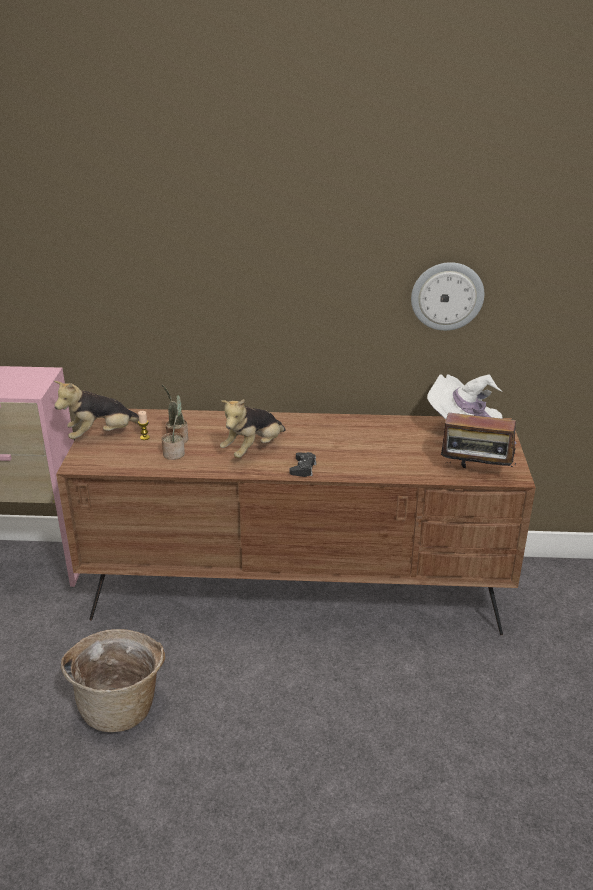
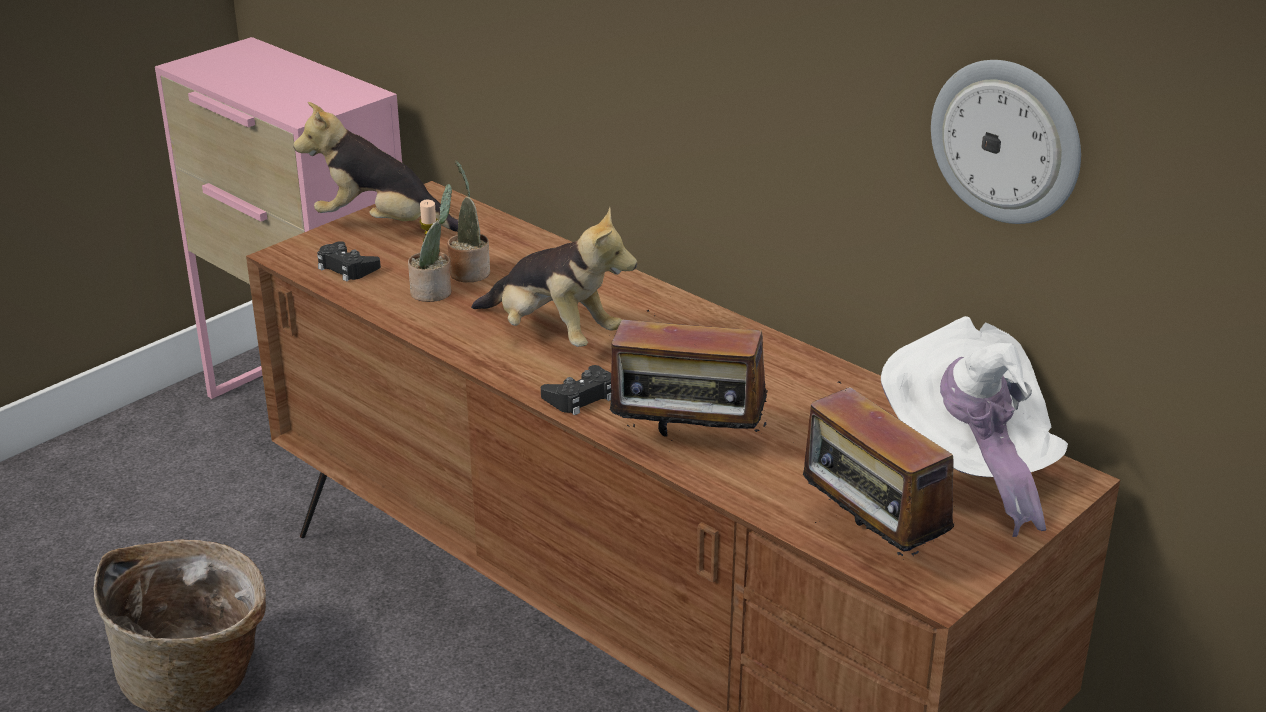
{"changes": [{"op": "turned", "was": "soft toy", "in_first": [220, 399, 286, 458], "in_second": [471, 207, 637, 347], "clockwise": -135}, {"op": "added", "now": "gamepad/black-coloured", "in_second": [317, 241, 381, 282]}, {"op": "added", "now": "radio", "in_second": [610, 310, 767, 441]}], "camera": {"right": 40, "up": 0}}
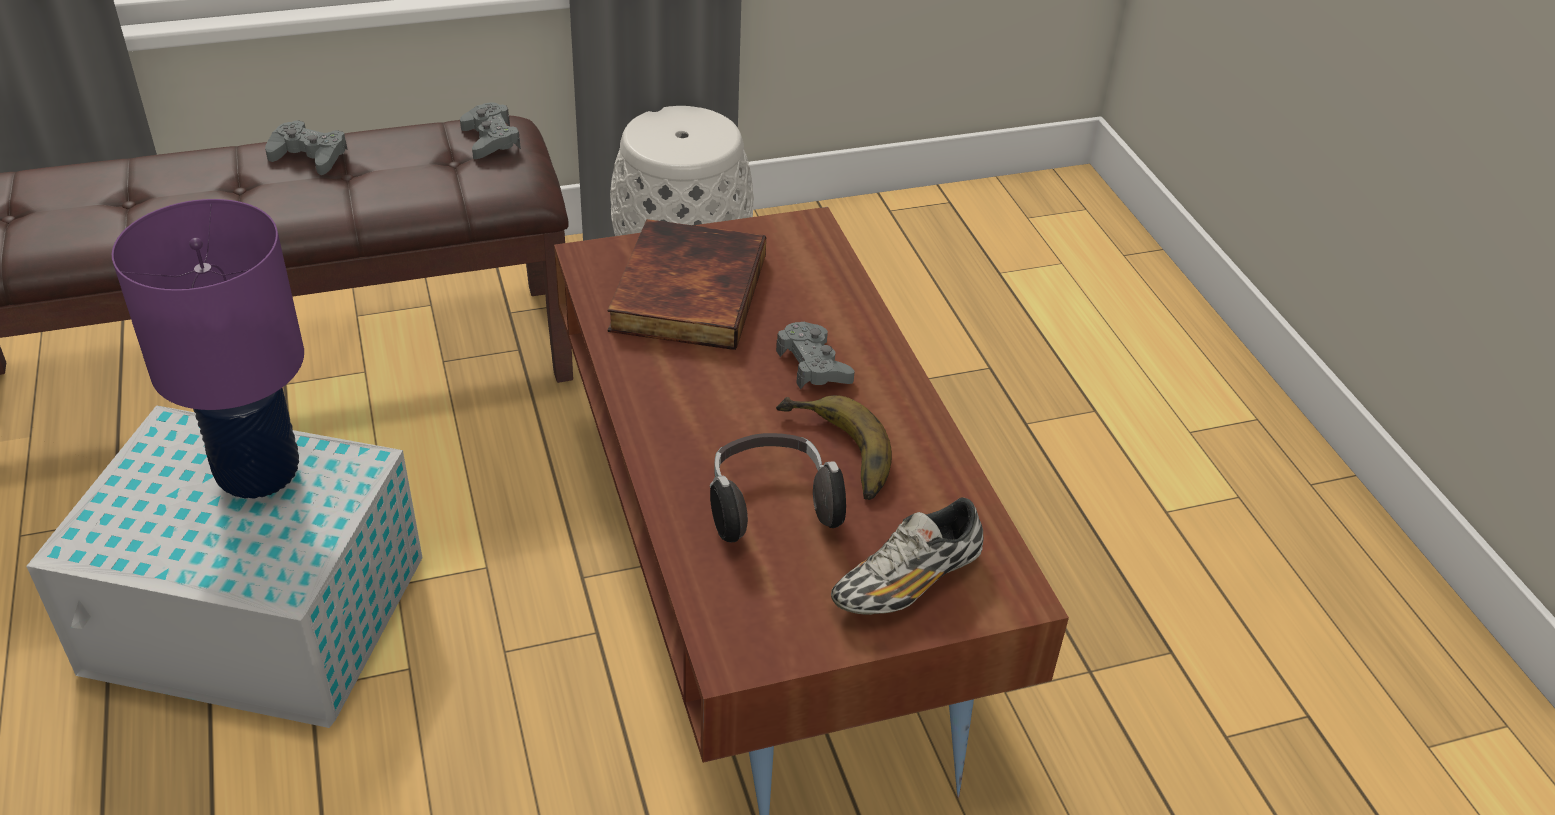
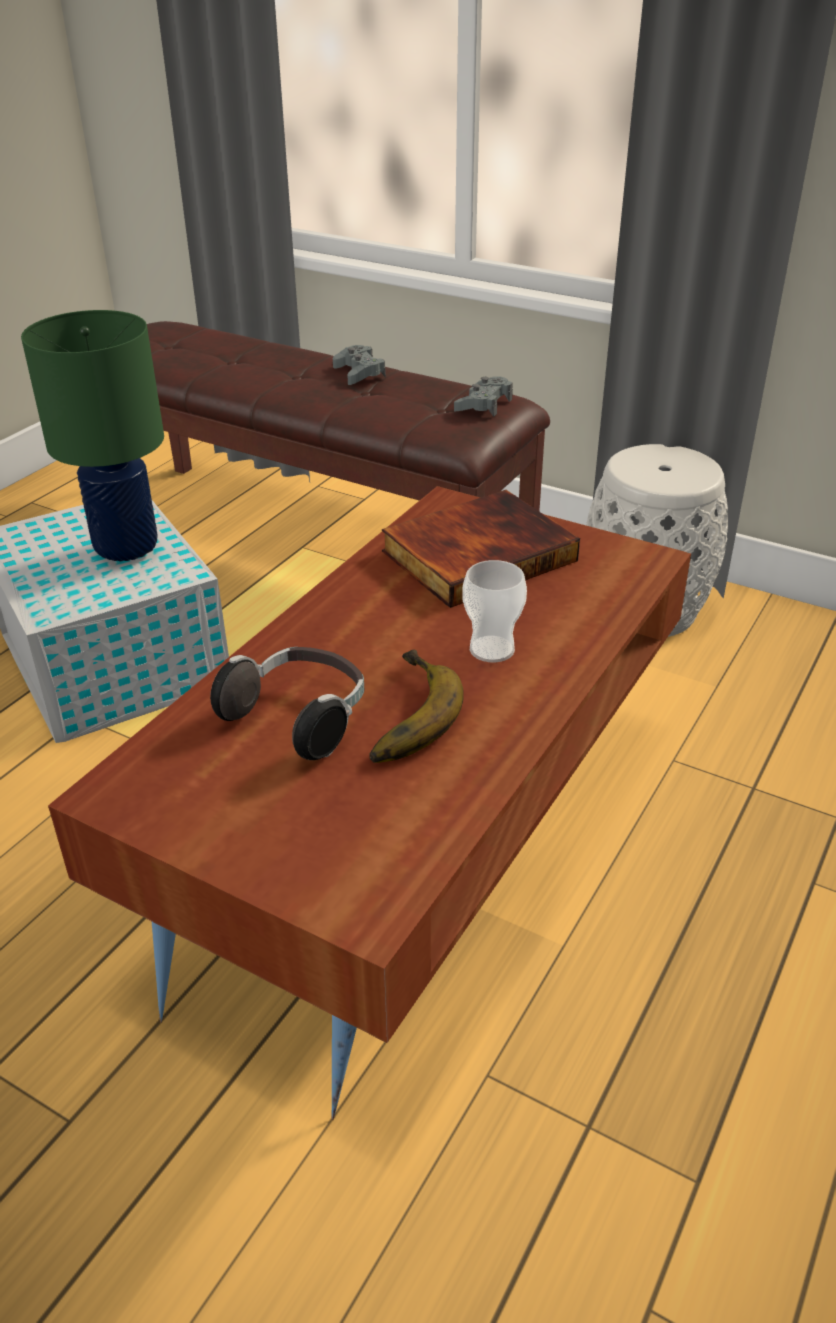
{"changes": [{"op": "recoloured", "was": "table lamp/purple", "now": "table lamp/green", "in_first": [112, 199, 304, 499], "in_second": [21, 310, 164, 561]}, {"op": "replaced", "was": "gamepad/grey", "now": "drinking cup", "in_first": [776, 322, 855, 389], "in_second": [462, 560, 527, 662]}, {"op": "removed", "was": "item of footwear", "in_first": [831, 498, 983, 615]}], "camera": {"right": 50, "up": -5}}
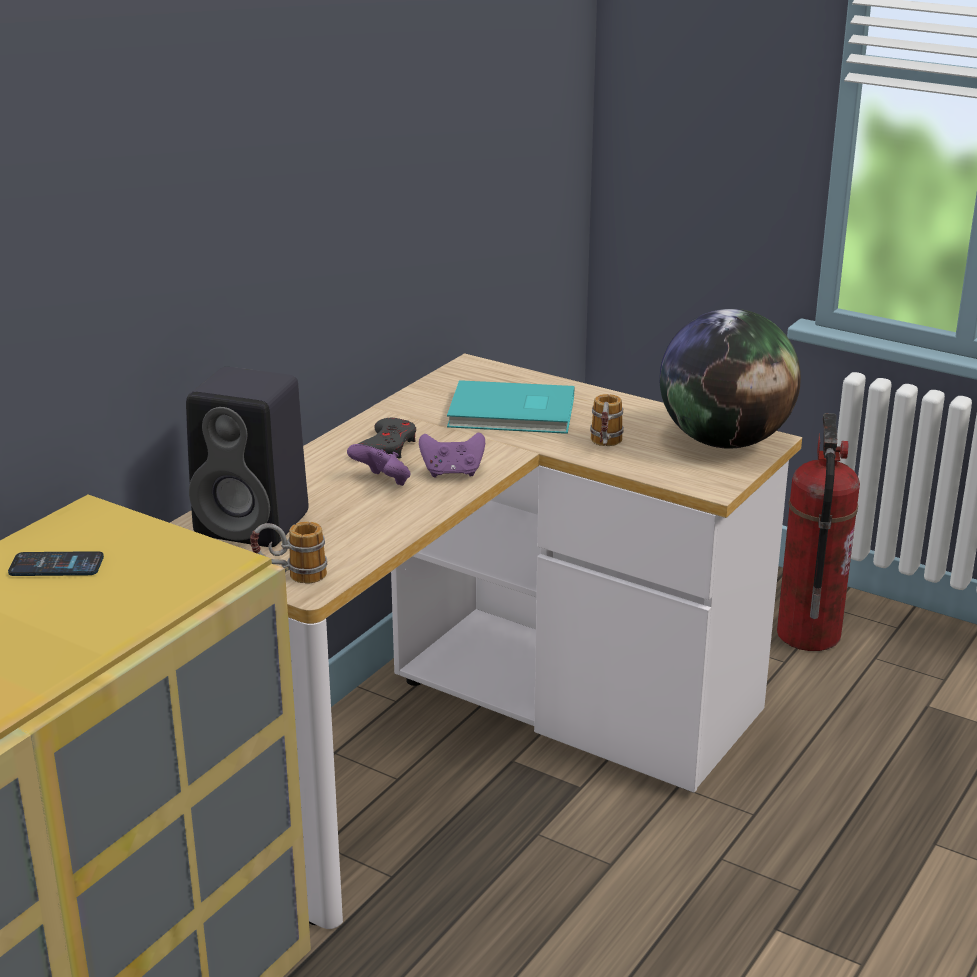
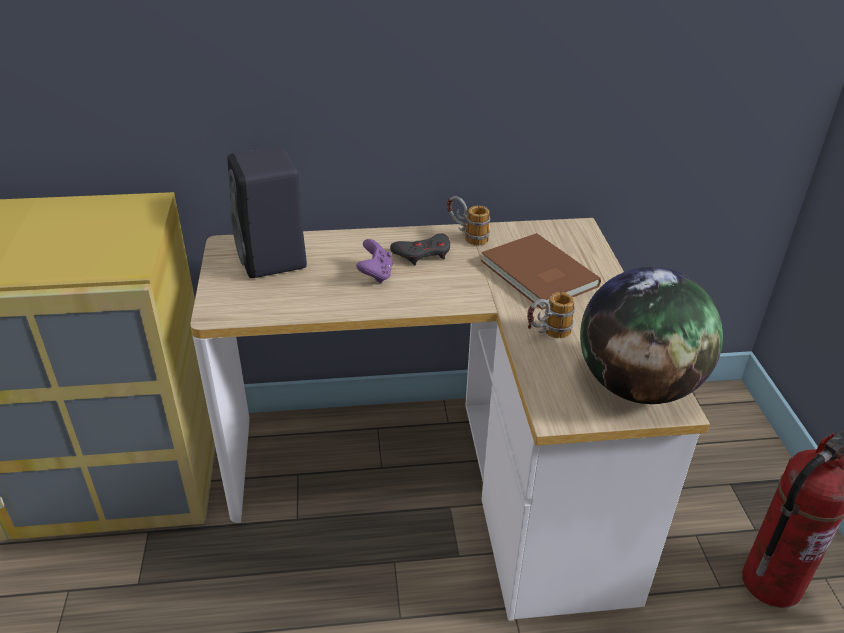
{"changes": [{"op": "recoloured", "was": "volume/turquoise-coloured", "now": "volume/brown", "in_first": [447, 380, 574, 434], "in_second": [481, 233, 601, 310]}, {"op": "removed", "was": "gamepad/purple", "in_first": [419, 433, 485, 477]}, {"op": "moved", "was": "tea mug", "in_first": [250, 521, 327, 584], "in_second": [447, 196, 490, 245]}, {"op": "removed", "was": "handset", "in_first": [8, 551, 104, 576]}], "camera": {"right": 50, "up": 10}}
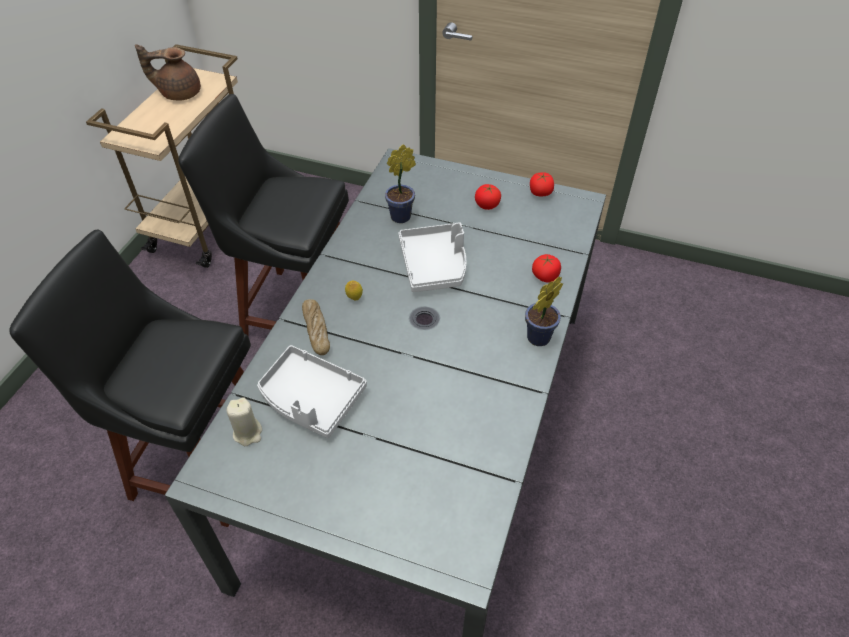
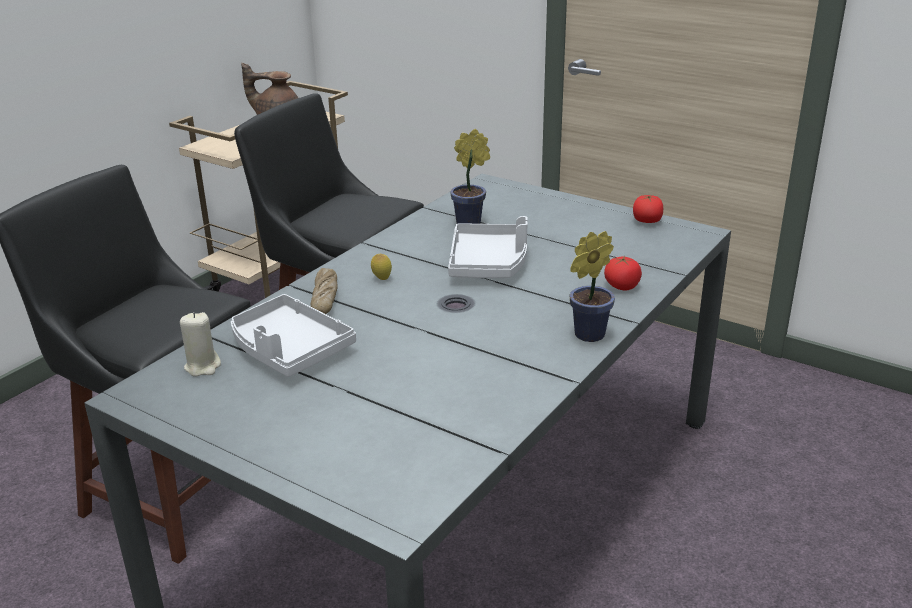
{"changes": [{"op": "removed", "was": "whole tomato", "in_first": [475, 184, 501, 210]}], "camera": {"right": 15, "up": -20}}
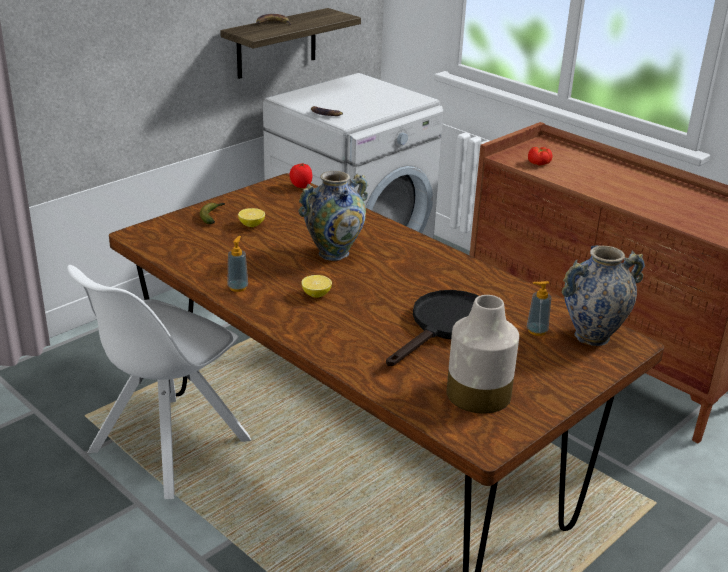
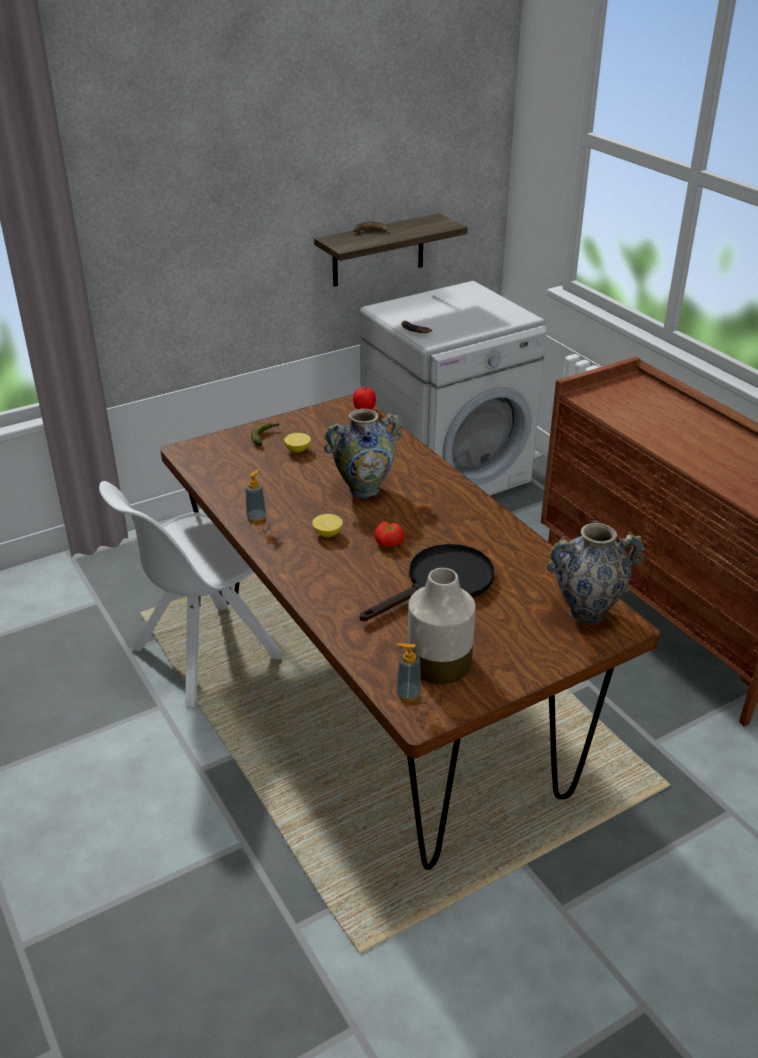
{"changes": [{"op": "moved", "was": "whole tomato", "in_first": [528, 147, 552, 166], "in_second": [374, 522, 405, 547]}, {"op": "moved", "was": "soap bottle", "in_first": [527, 281, 551, 336], "in_second": [396, 643, 421, 701]}], "camera": {"right": 15, "up": 5}}
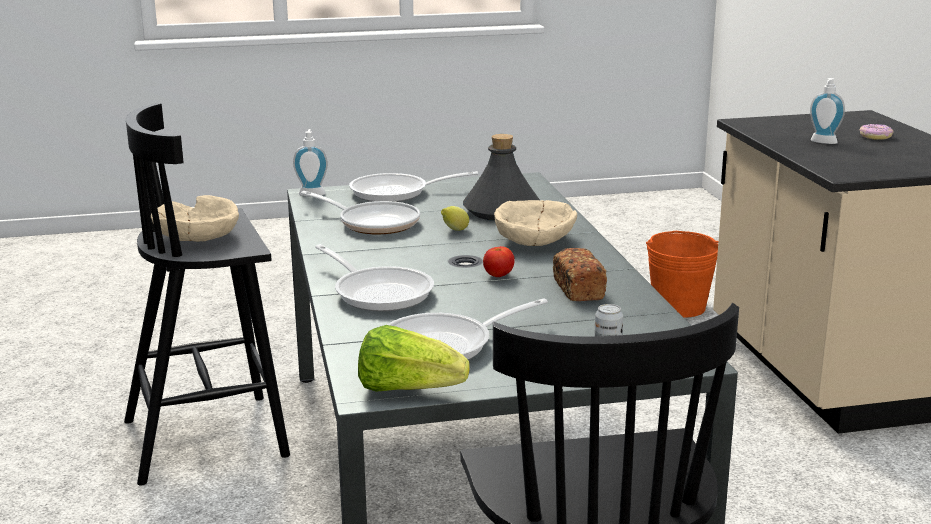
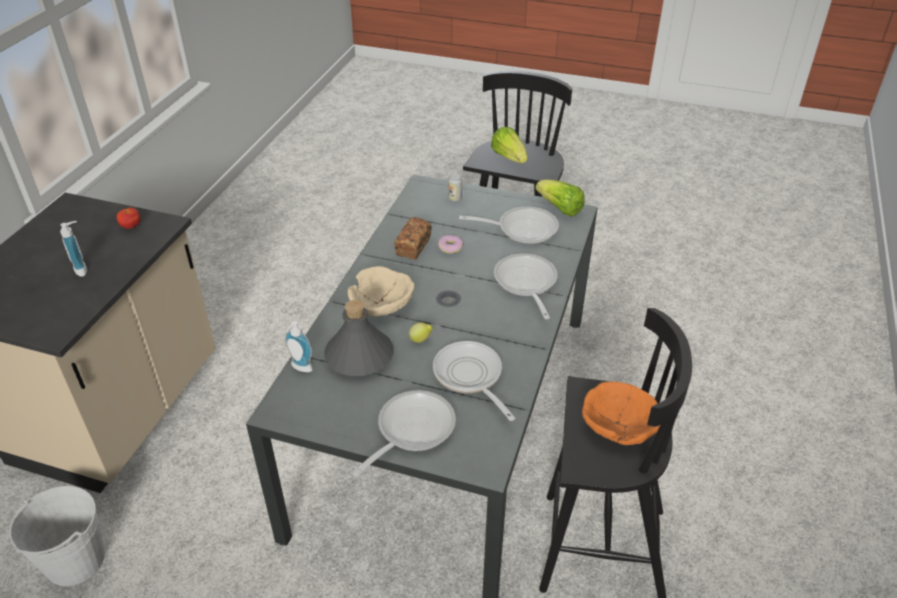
{"changes": [{"op": "moved", "was": "ring doughnut", "in_first": [860, 124, 894, 140], "in_second": [438, 235, 464, 254]}, {"op": "moved", "was": "soap bottle", "in_first": [293, 129, 328, 196], "in_second": [285, 321, 313, 372]}, {"op": "turned", "was": "pan", "in_first": [349, 171, 478, 202], "in_second": [352, 390, 456, 476], "clockwise": -75}, {"op": "recoloured", "was": "deep dish/beige", "now": "deep dish/orange-coloured", "in_first": [151, 195, 239, 242], "in_second": [582, 382, 660, 445]}, {"op": "recoloured", "was": "bucket/orange-coloured", "now": "bucket/white", "in_first": [646, 231, 718, 318], "in_second": [9, 486, 105, 586]}, {"op": "moved", "was": "whole tomato", "in_first": [483, 246, 515, 277], "in_second": [117, 208, 140, 229]}, {"op": "added", "now": "lettuce head", "in_second": [491, 127, 528, 163]}], "camera": {"right": -150, "up": 20}}
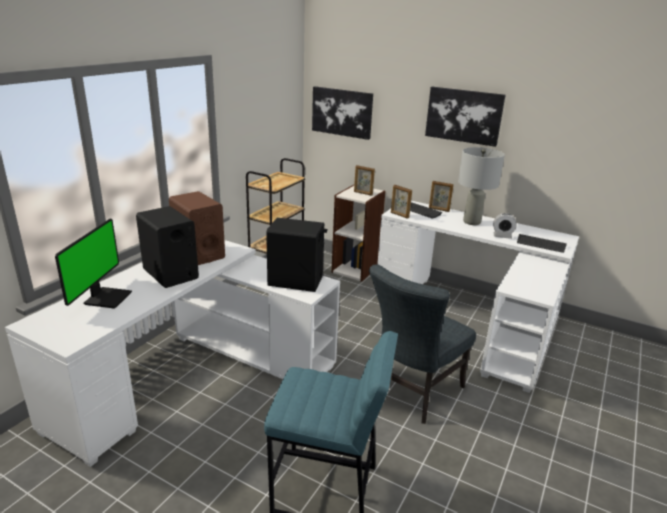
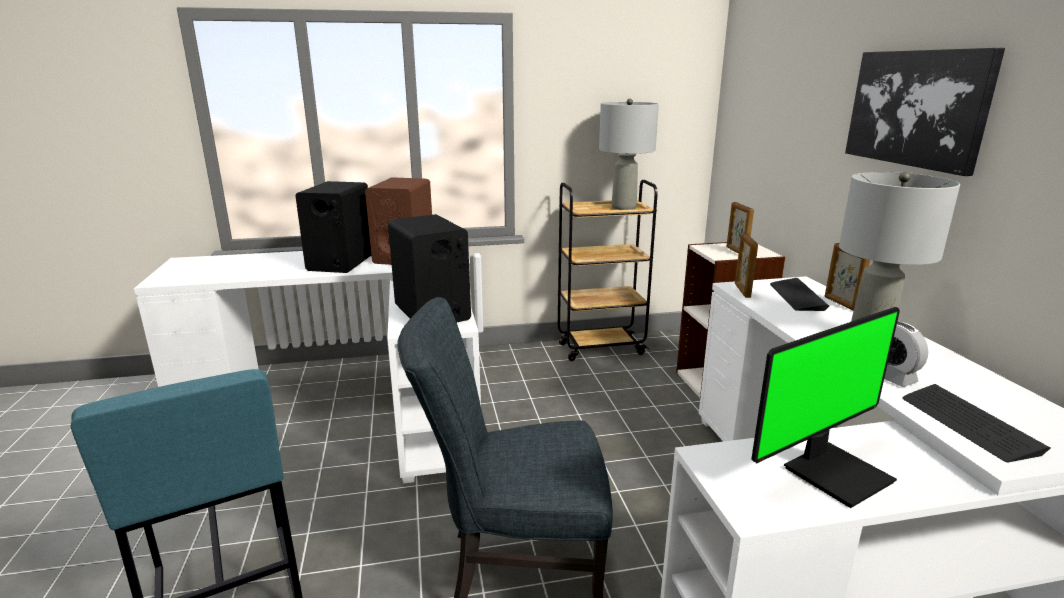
{"changes": [{"op": "removed", "was": "wall picture", "in_first": [312, 86, 373, 140]}, {"op": "moved", "was": "computer screen", "in_first": [55, 219, 132, 309], "in_second": [751, 307, 900, 508]}, {"op": "added", "now": "table lamp/grey", "in_second": [599, 99, 659, 210]}], "camera": {"right": 50, "up": -5}}
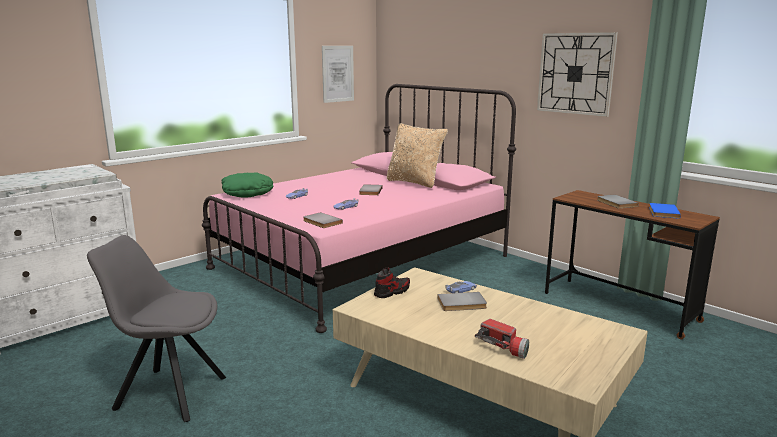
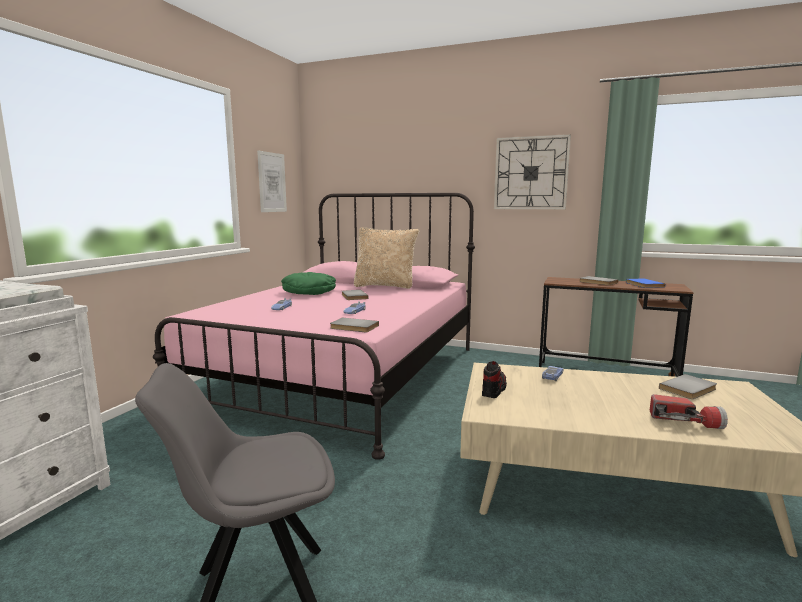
{"changes": [{"op": "moved", "was": "cushion/green", "in_first": [221, 172, 273, 197], "in_second": [281, 272, 336, 295]}, {"op": "moved", "was": "volume/grey", "in_first": [437, 292, 487, 311], "in_second": [659, 374, 717, 399]}], "camera": {"right": -25, "up": -5}}
